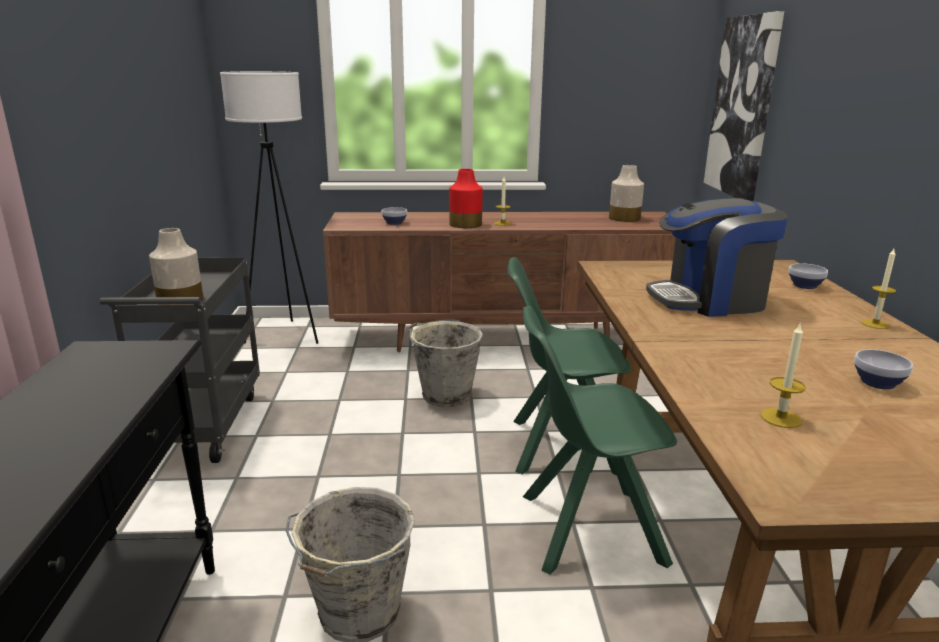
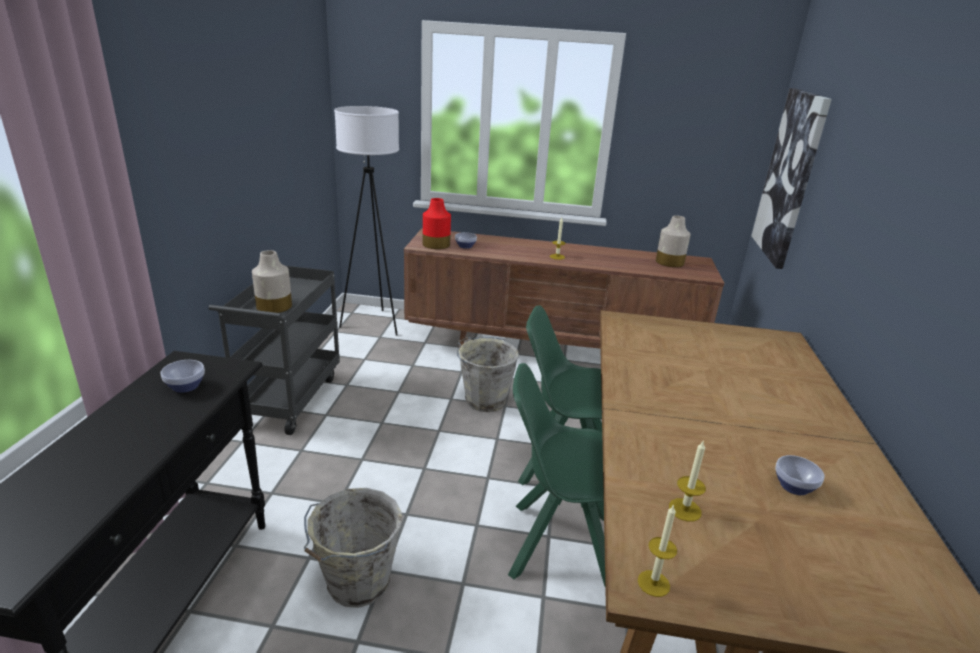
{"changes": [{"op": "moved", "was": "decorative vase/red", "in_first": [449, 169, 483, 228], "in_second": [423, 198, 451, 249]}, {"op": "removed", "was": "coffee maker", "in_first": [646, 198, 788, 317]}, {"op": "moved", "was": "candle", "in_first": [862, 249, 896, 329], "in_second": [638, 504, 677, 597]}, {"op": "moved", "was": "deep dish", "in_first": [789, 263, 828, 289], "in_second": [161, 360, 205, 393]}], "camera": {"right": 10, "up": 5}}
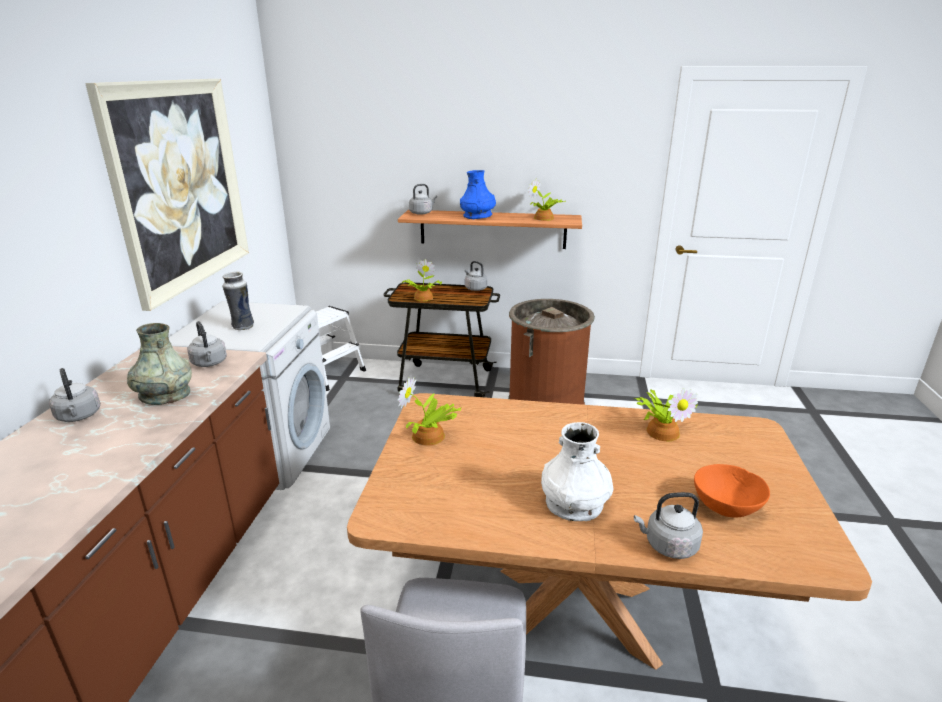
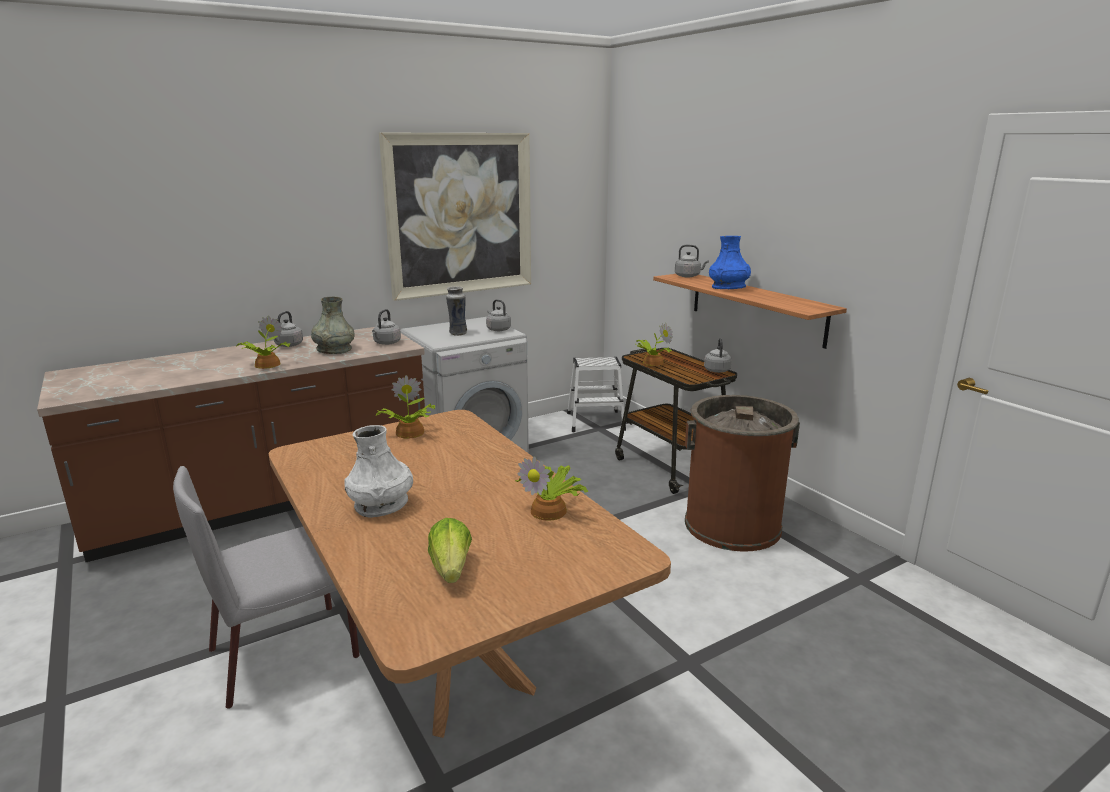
{"changes": [{"op": "moved", "was": "potted plant", "in_first": [528, 179, 566, 221], "in_second": [237, 316, 290, 369]}, {"op": "replaced", "was": "deep dish/orange-coloured", "now": "lettuce head", "in_first": [694, 464, 770, 518], "in_second": [428, 518, 472, 583]}, {"op": "moved", "was": "tea kettle/grey", "in_first": [634, 492, 703, 559], "in_second": [486, 299, 511, 331]}], "camera": {"right": 50, "up": -5}}
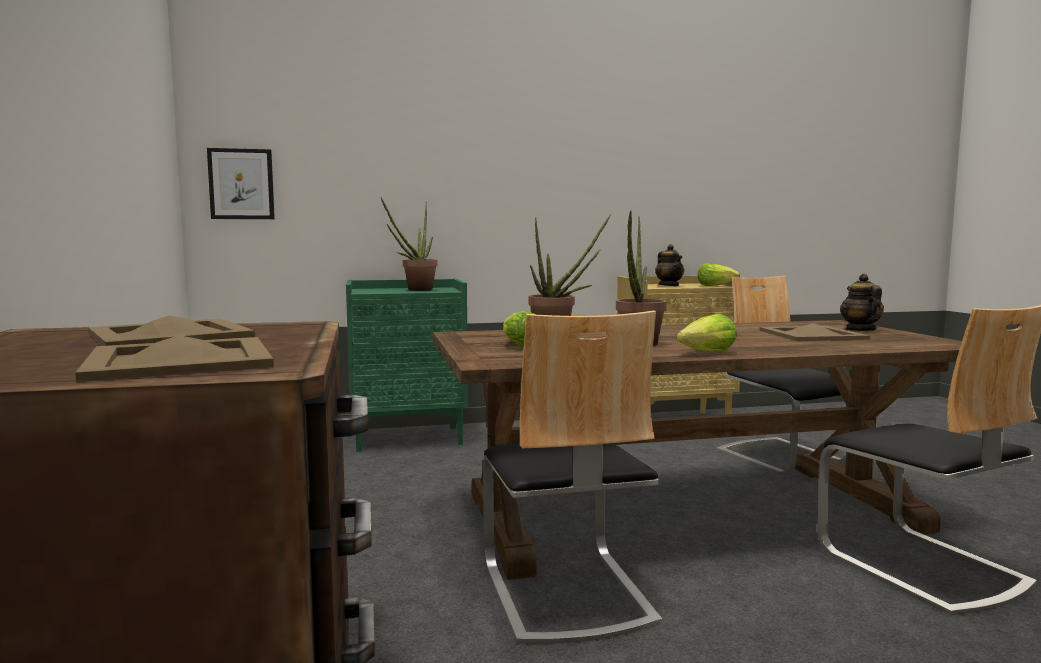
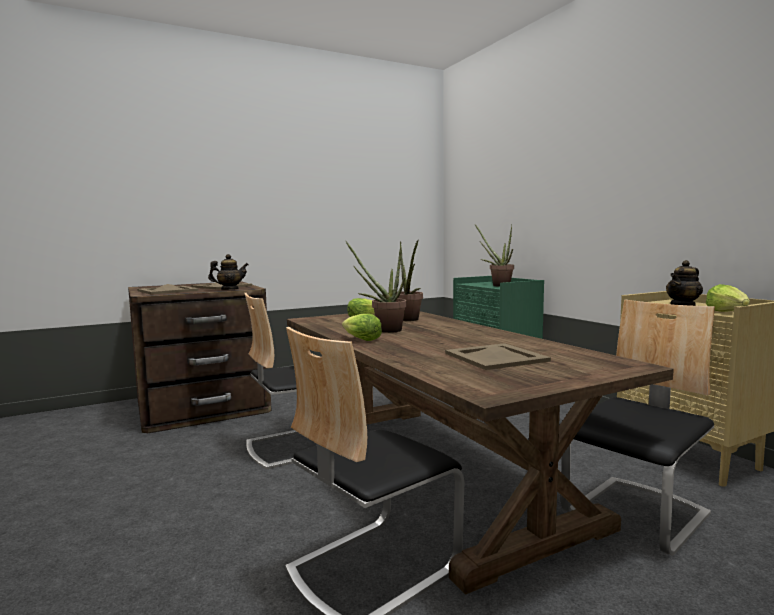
{"changes": [{"op": "removed", "was": "wall picture", "in_first": [207, 148, 275, 219]}, {"op": "moved", "was": "teapot", "in_first": [840, 274, 884, 331], "in_second": [208, 254, 248, 290]}], "camera": {"right": 75, "up": 0}}
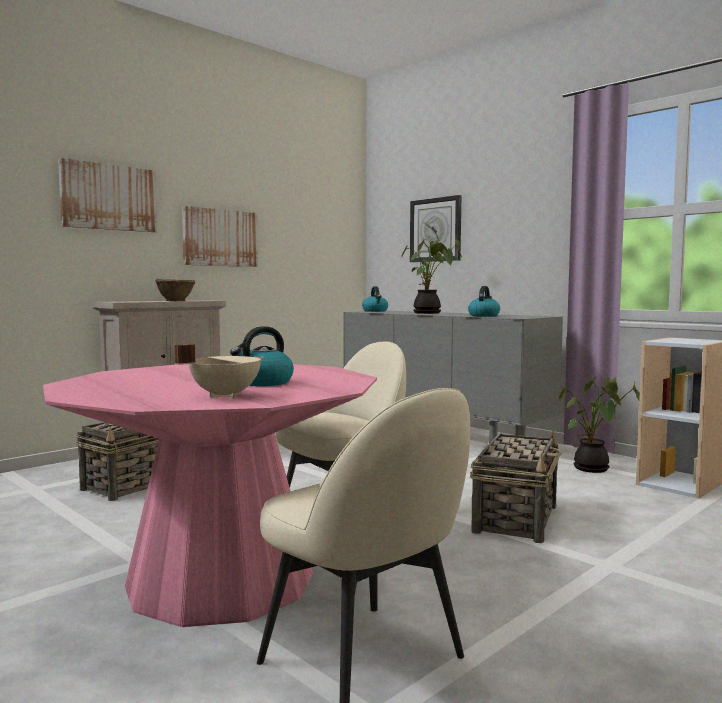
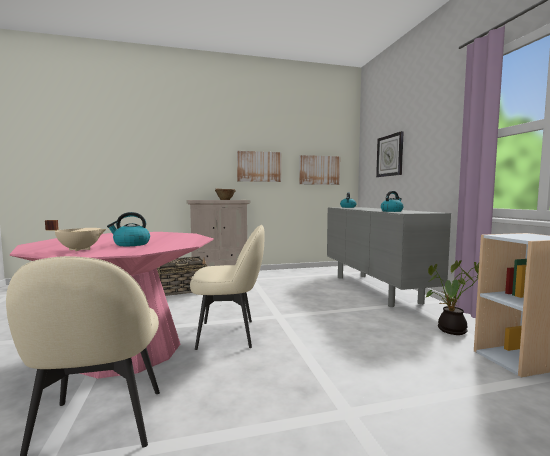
{"changes": [{"op": "moved", "was": "wall picture", "in_first": [58, 158, 157, 232], "in_second": [299, 155, 340, 185]}, {"op": "removed", "was": "potted plant", "in_first": [400, 239, 462, 314]}, {"op": "removed", "was": "storage basket", "in_first": [470, 431, 562, 543]}], "camera": {"right": 30, "up": 0}}
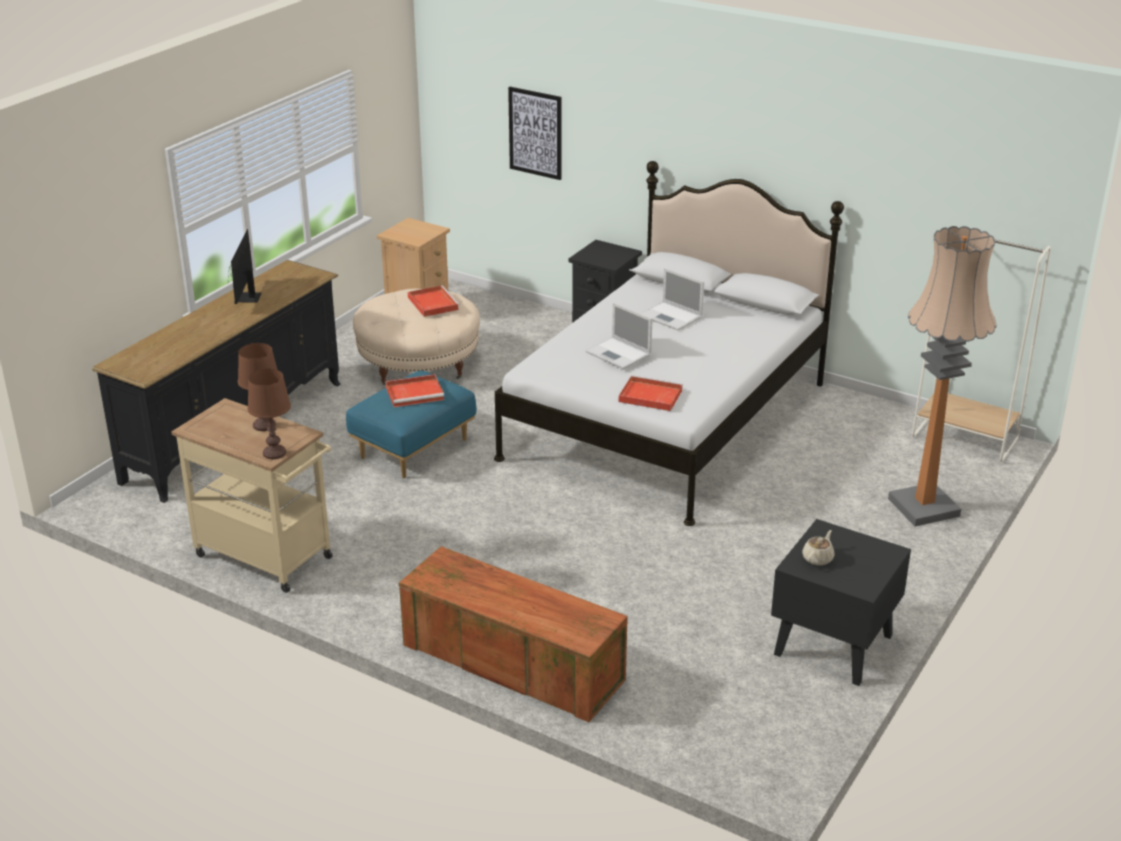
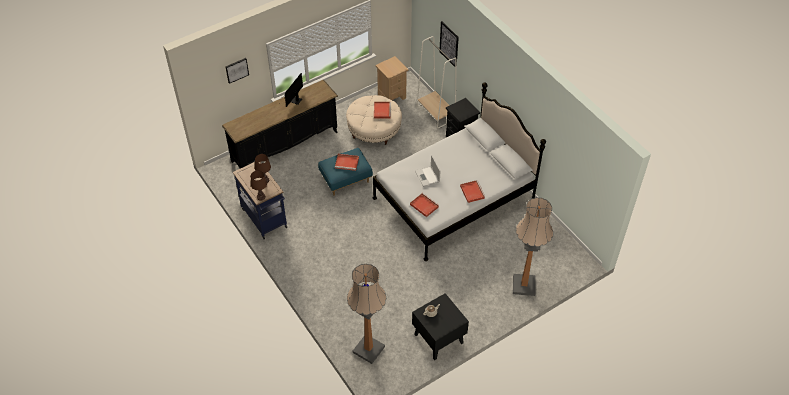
{"changes": [{"op": "moved", "was": "garment stand", "in_first": [912, 225, 1051, 462], "in_second": [417, 36, 457, 128]}, {"op": "removed", "was": "portable computer", "in_first": [641, 268, 704, 331]}, {"op": "recoloured", "was": "wheeled cart/beige", "now": "wheeled cart/bluish", "in_first": [171, 398, 333, 593], "in_second": [233, 162, 287, 239]}, {"op": "removed", "was": "long seat/brown", "in_first": [399, 546, 628, 722]}, {"op": "added", "now": "wall picture", "in_second": [225, 58, 249, 84]}, {"op": "added", "now": "serving tray/red", "in_second": [460, 180, 485, 203]}, {"op": "added", "now": "floor lamp", "in_second": [347, 264, 386, 364]}], "camera": {"right": 25, "up": 20}}
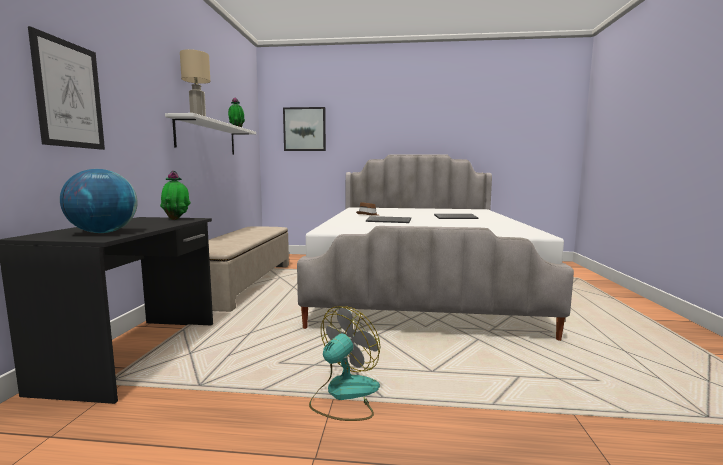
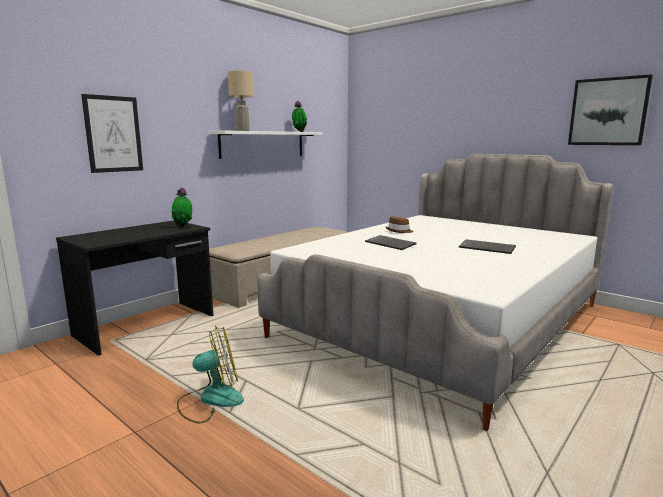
{"changes": [{"op": "moved", "was": "wall picture", "in_first": [283, 107, 326, 151], "in_second": [568, 74, 653, 145]}, {"op": "removed", "was": "globe", "in_first": [60, 169, 138, 233]}], "camera": {"right": 35, "up": 5}}
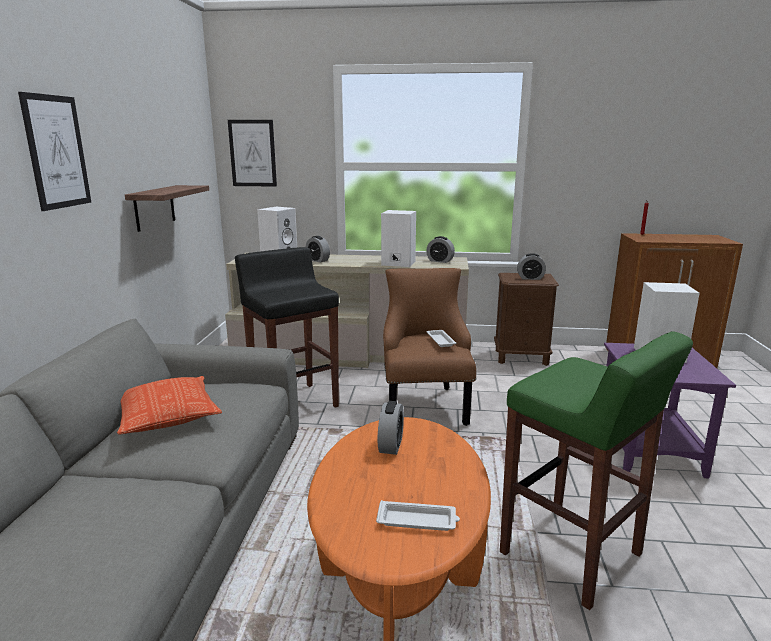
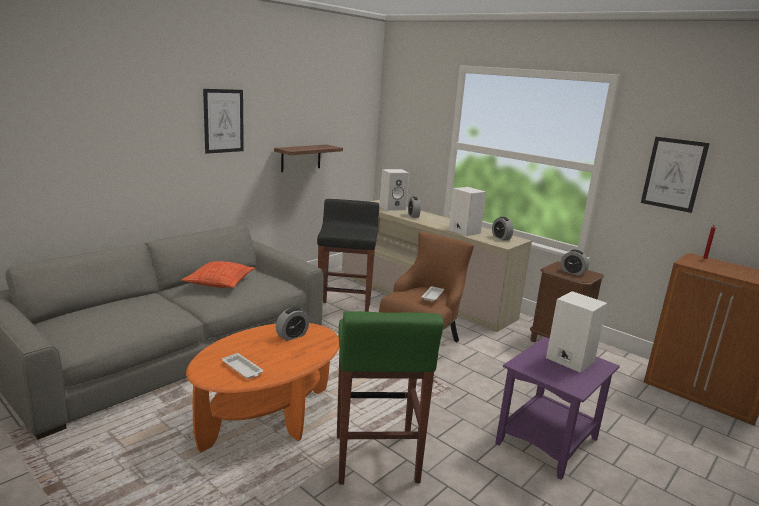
{"changes": [{"op": "moved", "was": "wall picture", "in_first": [228, 120, 277, 186], "in_second": [641, 137, 710, 213]}], "camera": {"right": 35, "up": 0}}
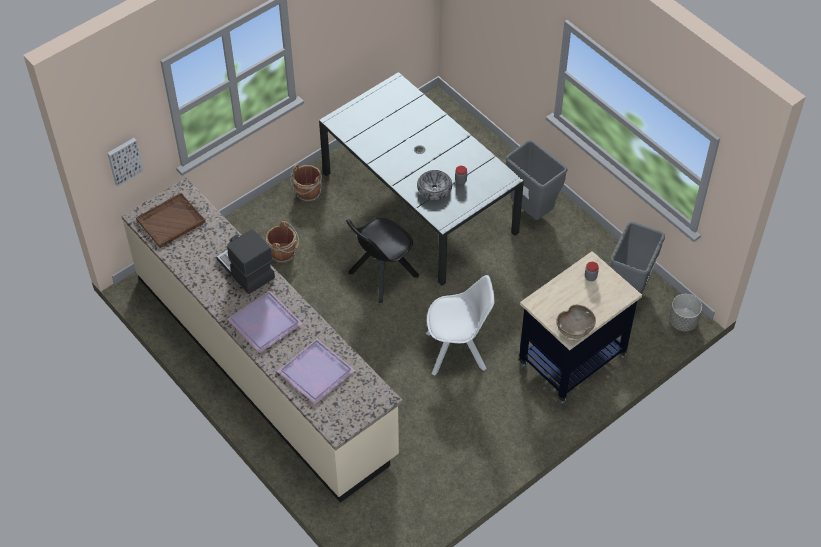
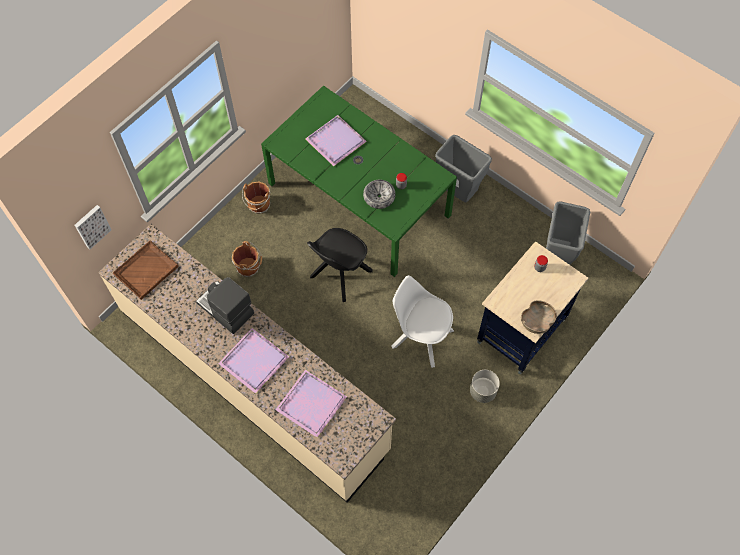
{"changes": [{"op": "recoloured", "was": "dinner table/grey", "now": "dinner table/green", "in_first": [319, 72, 524, 286], "in_second": [261, 86, 457, 277]}, {"op": "turned", "was": "chair/white", "in_first": [426, 275, 495, 375], "in_second": [391, 275, 454, 368], "clockwise": -135}, {"op": "moved", "was": "planter/grey", "in_first": [669, 294, 702, 331], "in_second": [470, 370, 500, 403]}, {"op": "added", "now": "serving tray/purple", "in_second": [305, 115, 367, 166]}], "camera": {"right": -10, "up": 10}}
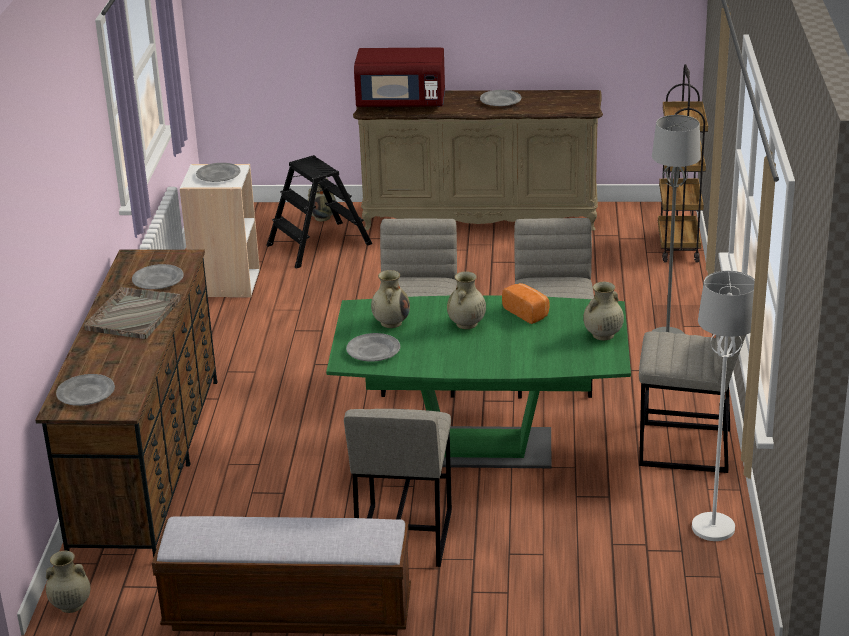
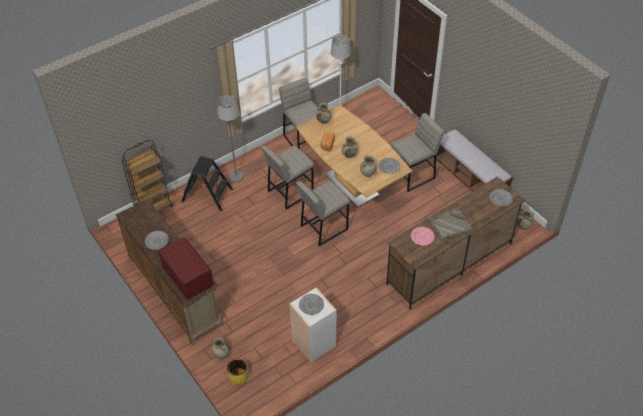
{"changes": [{"op": "moved", "was": "stepladder/black-coloured", "in_first": [266, 155, 372, 269], "in_second": [181, 156, 233, 211]}, {"op": "recoloured", "was": "flat dish/grey", "now": "flat dish/pink", "in_first": [132, 264, 184, 289], "in_second": [411, 227, 435, 246]}, {"op": "recoloured", "was": "dinner table/green", "now": "dinner table/brown", "in_first": [326, 295, 631, 468], "in_second": [296, 105, 412, 207]}, {"op": "added", "now": "planter/yellow", "in_second": [227, 358, 249, 385]}], "camera": {"right": -130, "up": 20}}
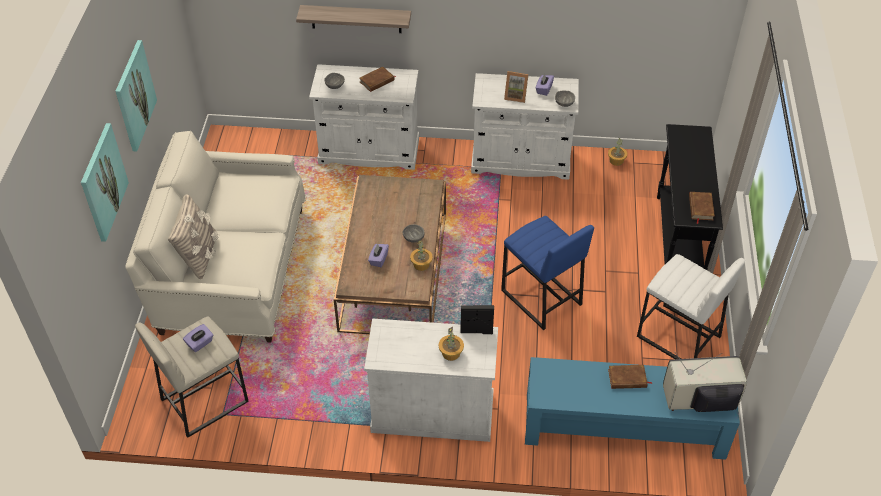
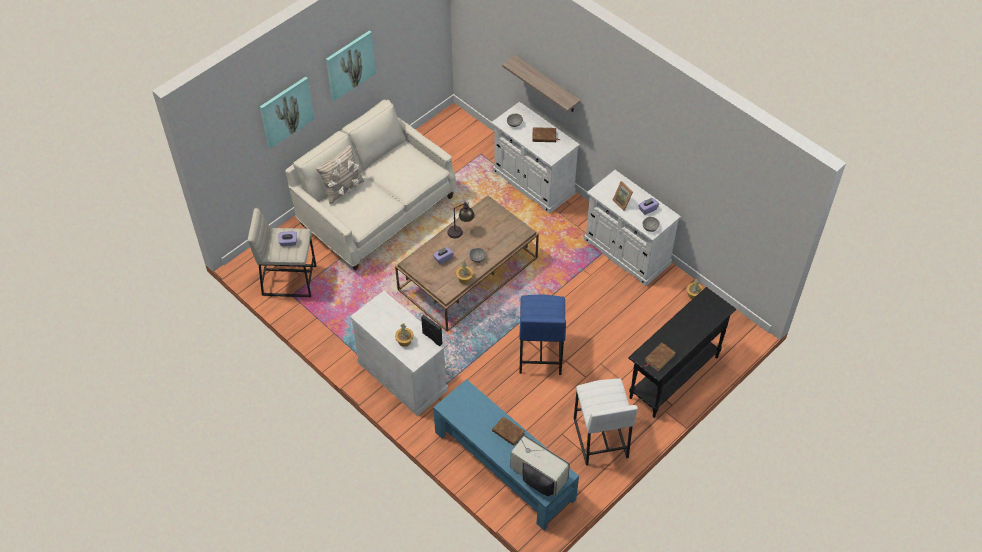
{"changes": [{"op": "added", "now": "table lamp", "in_second": [447, 202, 475, 238]}], "camera": {"right": 40, "up": 5}}
